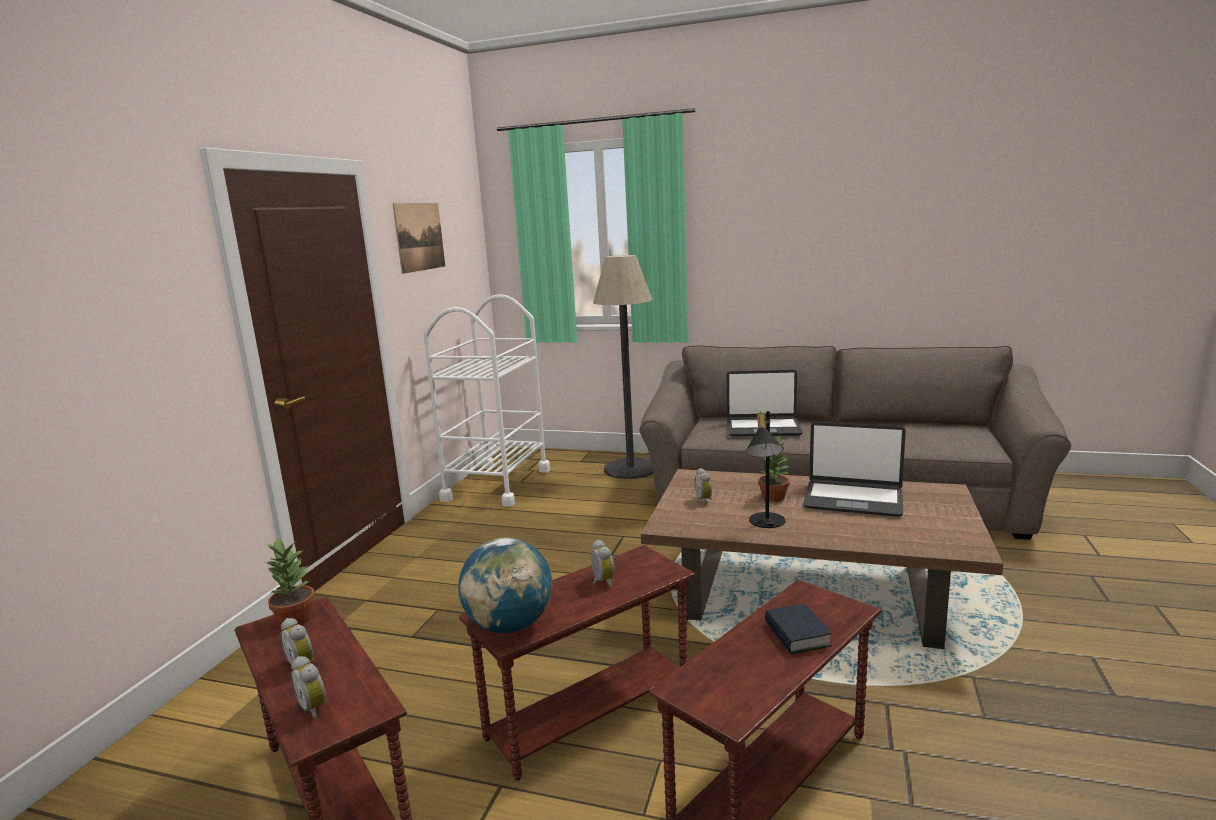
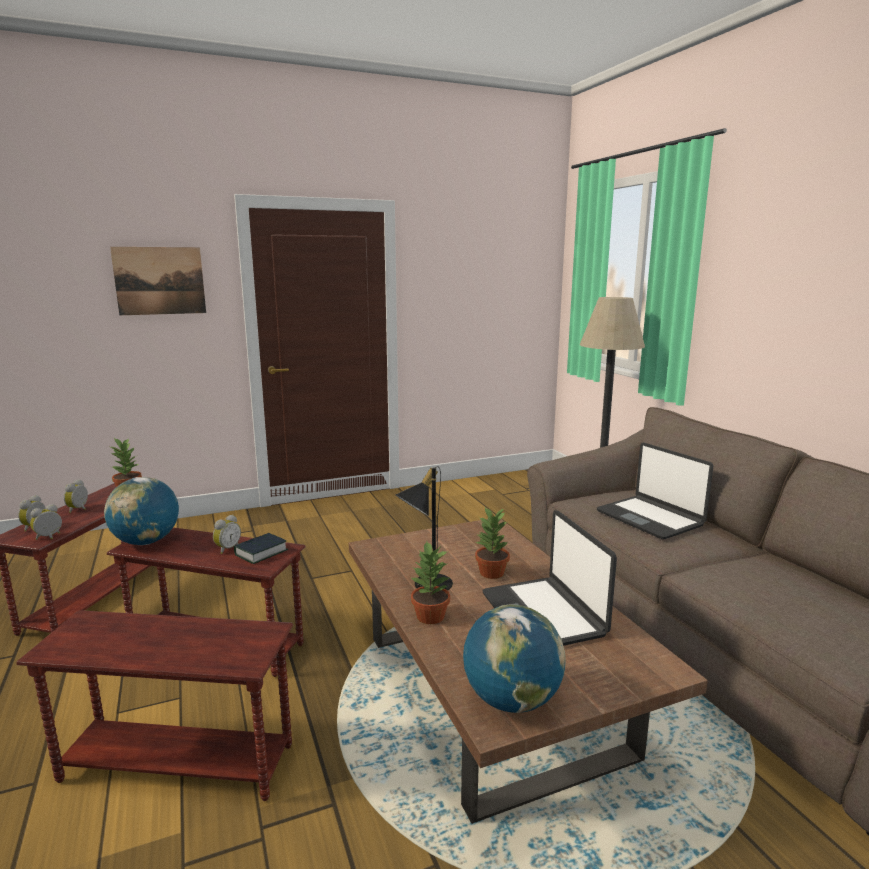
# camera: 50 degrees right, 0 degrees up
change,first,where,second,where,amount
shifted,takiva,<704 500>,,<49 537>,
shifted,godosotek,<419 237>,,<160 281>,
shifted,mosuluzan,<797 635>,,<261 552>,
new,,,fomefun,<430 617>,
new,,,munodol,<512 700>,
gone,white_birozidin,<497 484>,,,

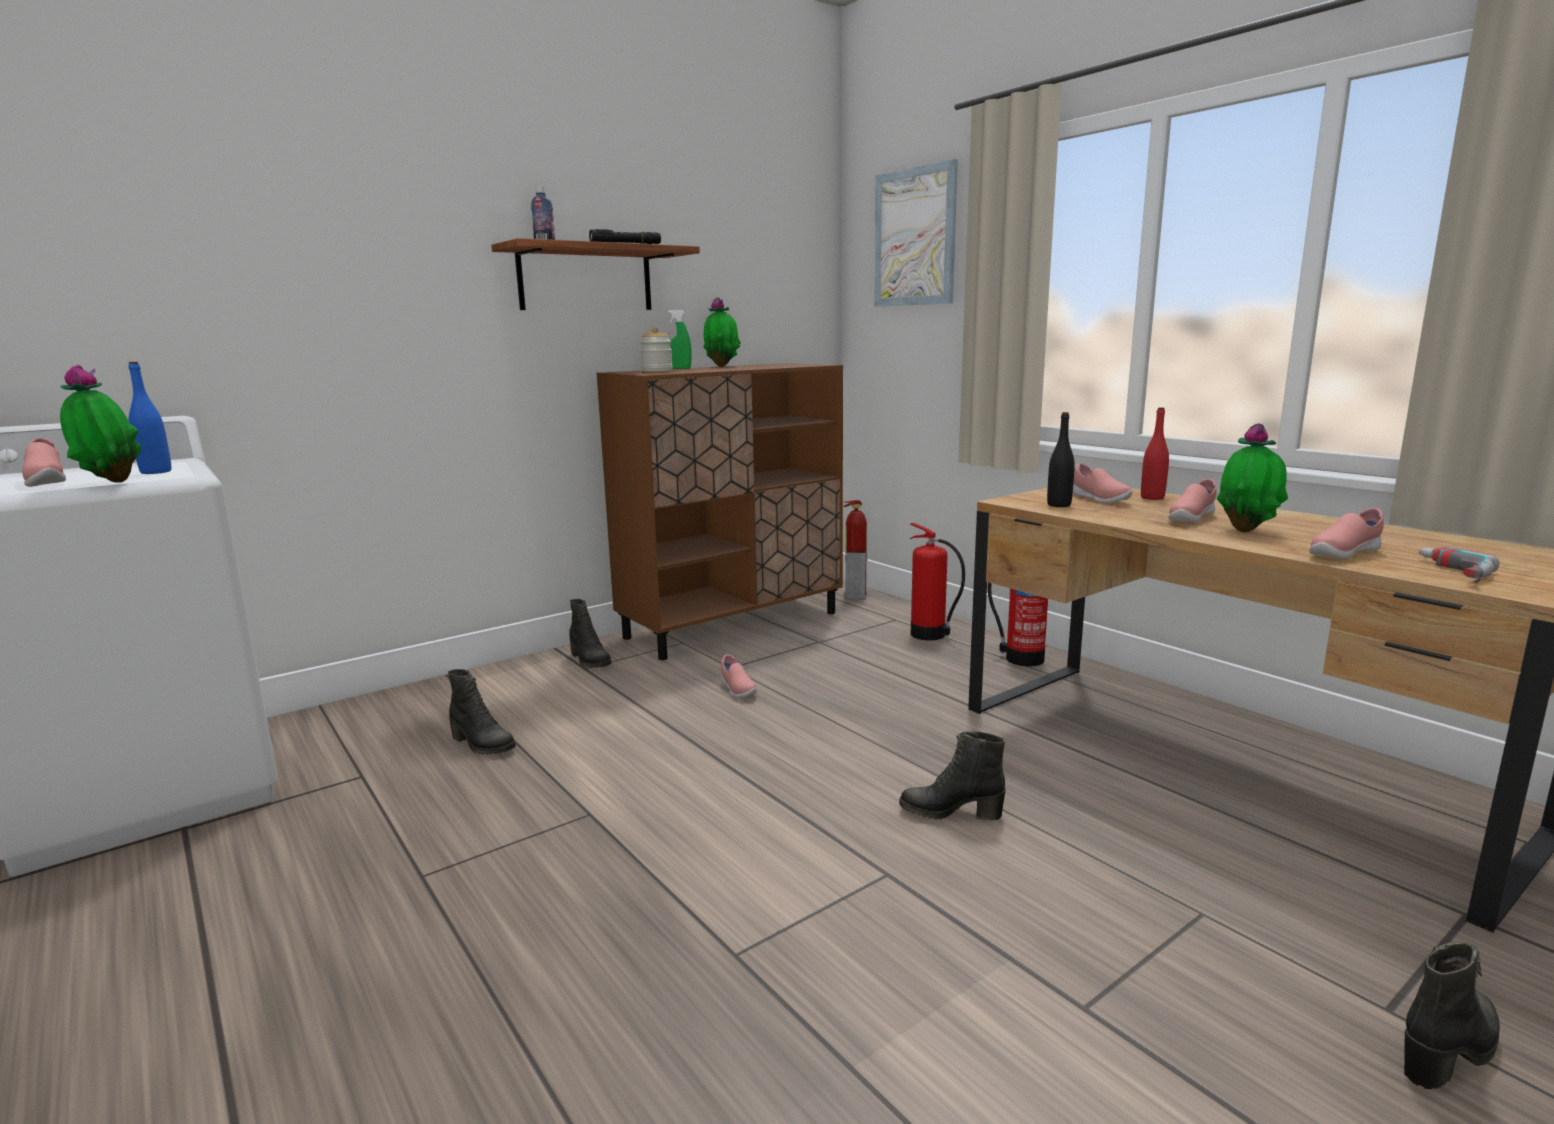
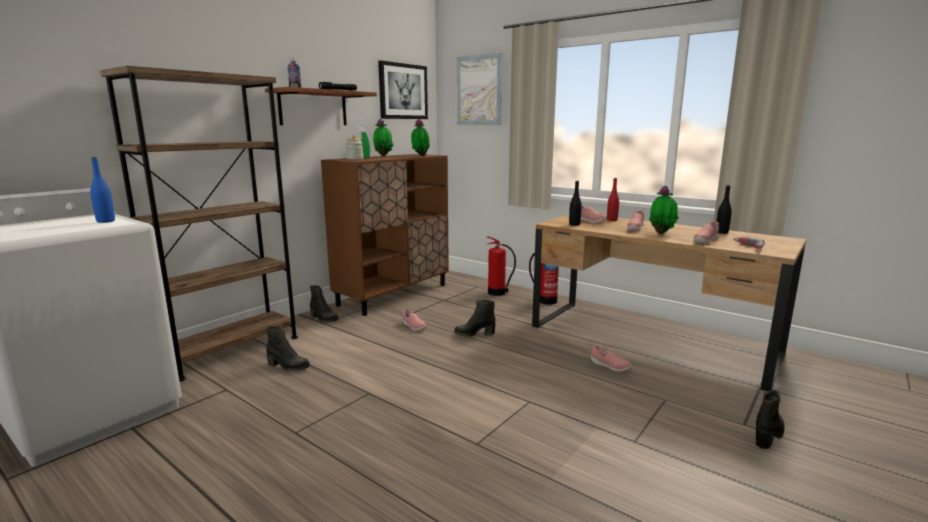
# camera: 15 degrees left, 0 degrees up
change,first,where,second,where,amount
new,,,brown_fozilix,<230 350>,
new,,,godosotek,<403 91>,
shifted,fomefun,<109 483>,,<420 156>,
shifted,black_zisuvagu,<950 812>,,<474 333>,
shifted,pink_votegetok,<46 482>,,<609 366>,
new,,,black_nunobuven,<721 232>,
gone,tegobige,<855 595>,,,

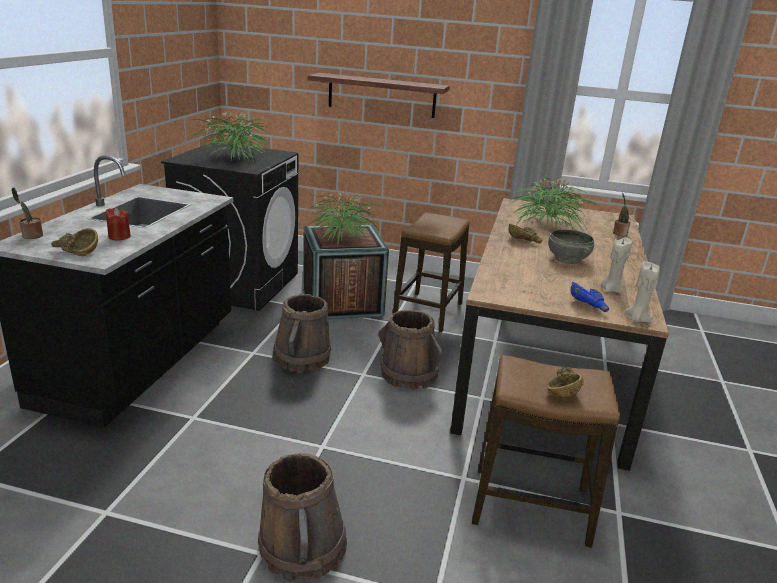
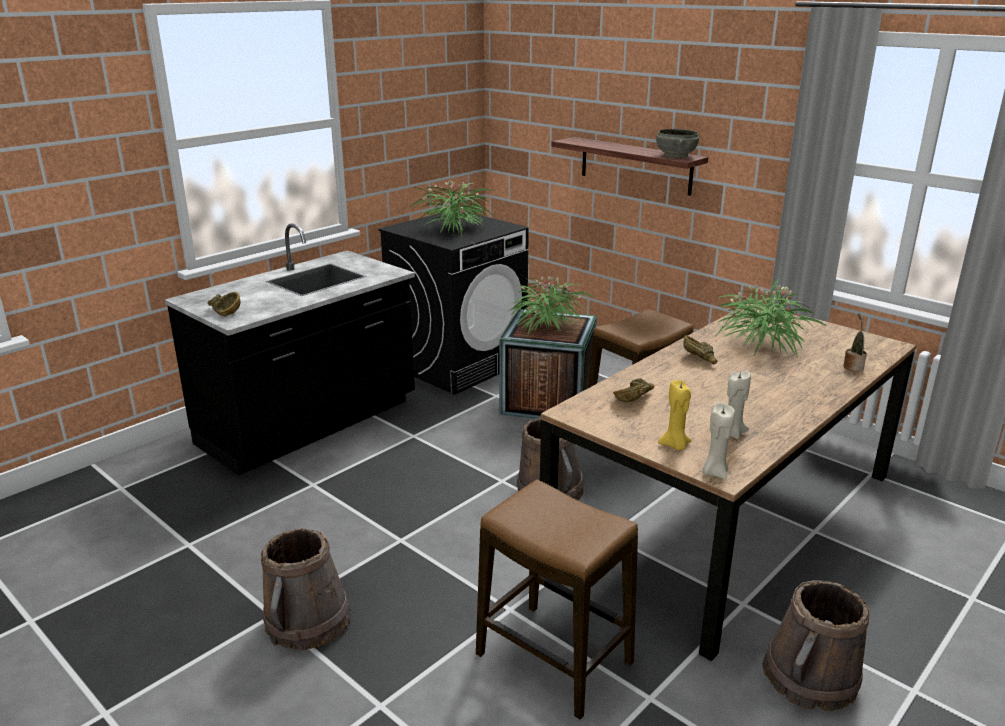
# camera: 30 degrees right, 0 degrees up
change,first,where,second,where,amount
shifted,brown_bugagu,<562 389>,,<634 398>,
shifted,grey_bugagu,<567 259>,,<675 156>,
swapped,blue_bugagu,<589 305>,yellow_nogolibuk,<675 445>,
shifted,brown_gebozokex,<302 358>,,<810 678>,
gone,fomefun,<31 236>,,,
gone,red_nogolibuk,<119 237>,,,

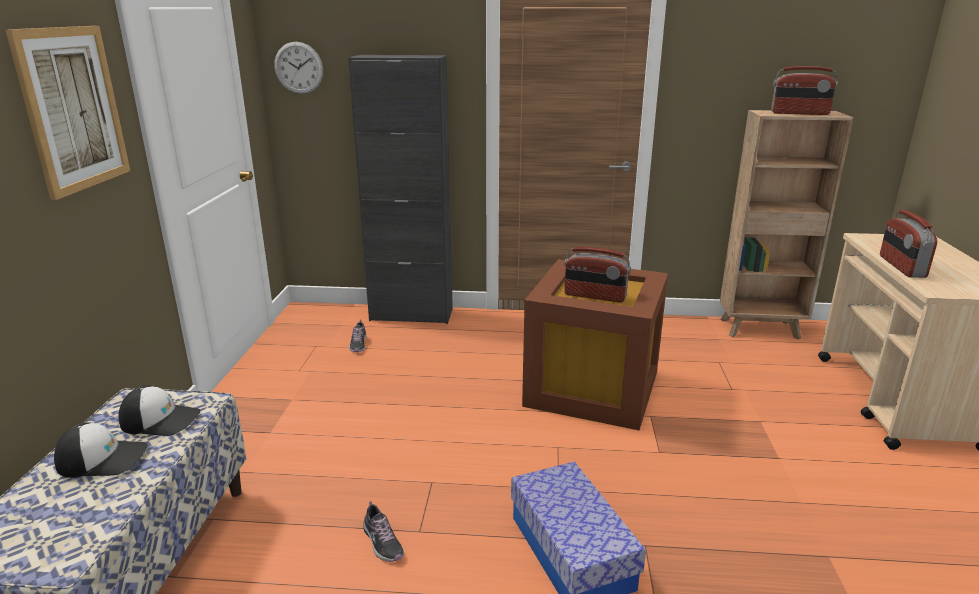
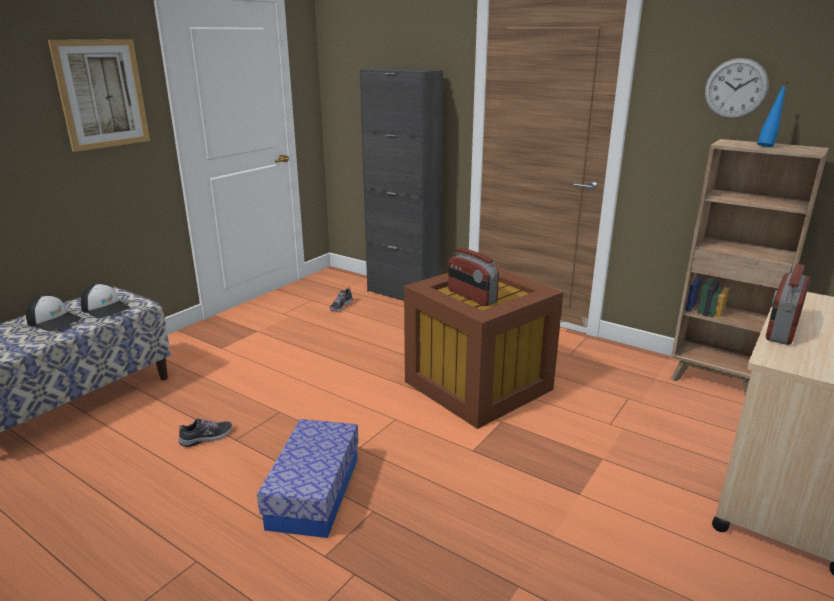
# camera: 30 degrees right, 0 degrees up
change,first,where,second,where,amount
rotated,votegetok,<382 542>,,<206 437>,120 degrees counterclockwise
shifted,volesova,<298 68>,,<735 89>,
swapped,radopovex,<799 113>,blue_nunobuven,<767 146>,

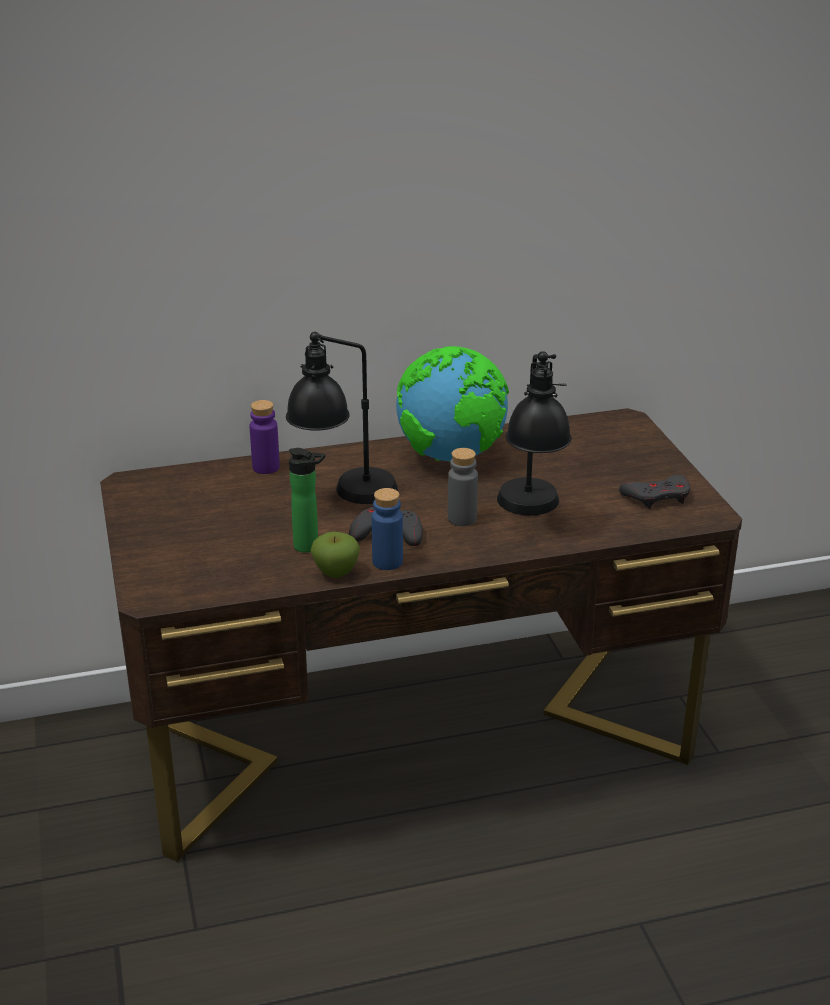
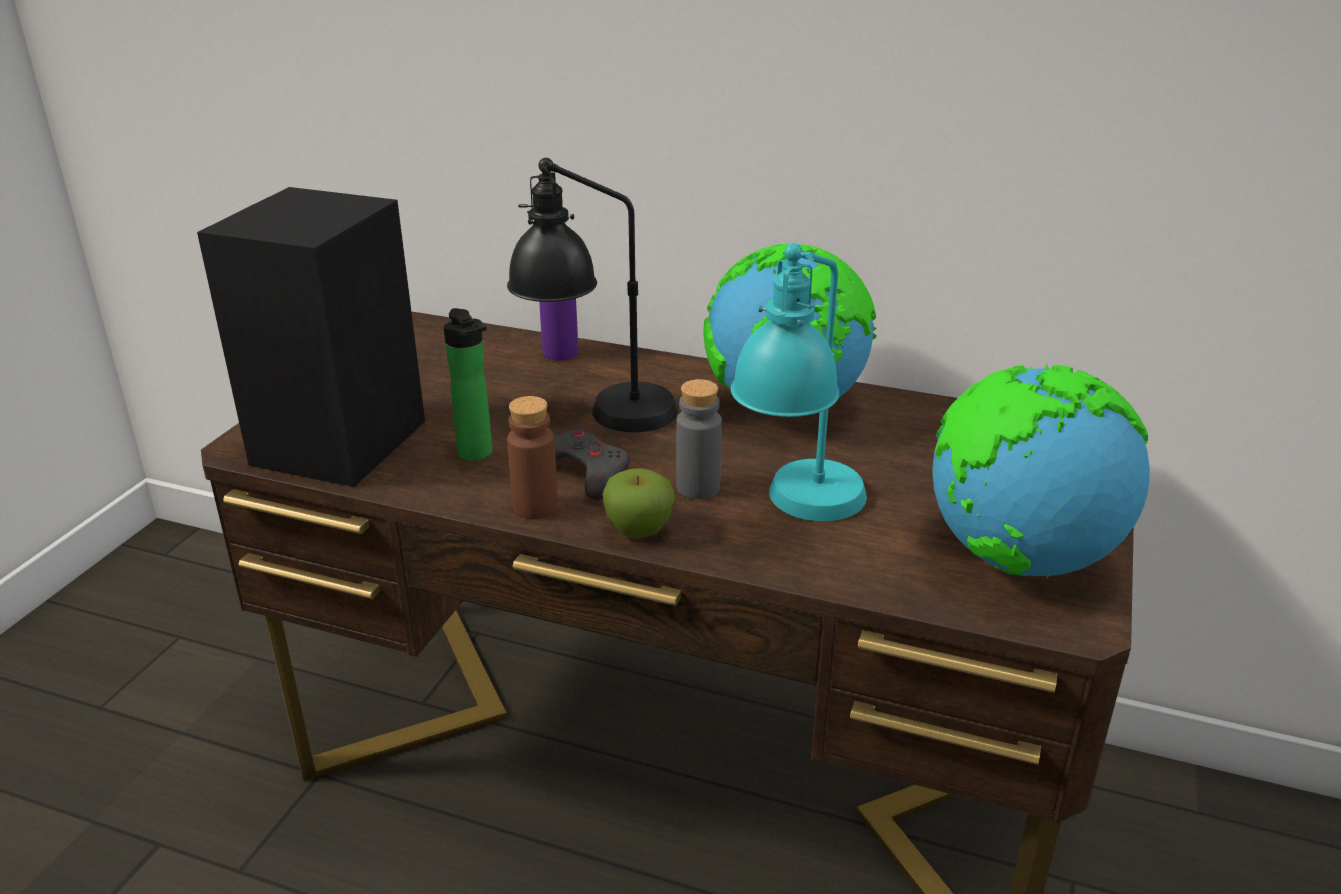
# camera: 35 degrees right, 0 degrees up
change,first,where,second,where,amount
new,,,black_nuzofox,<342 440>,
repainted,blue_nunobuven,<387 562>,brown_nunobuven,<535 506>,
shifted,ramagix,<336 573>,,<639 531>,
repainted,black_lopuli,<532 513>,turquoise_lopuli,<798 515>,
swapped,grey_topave,<657 497>,munodol,<1017 559>,

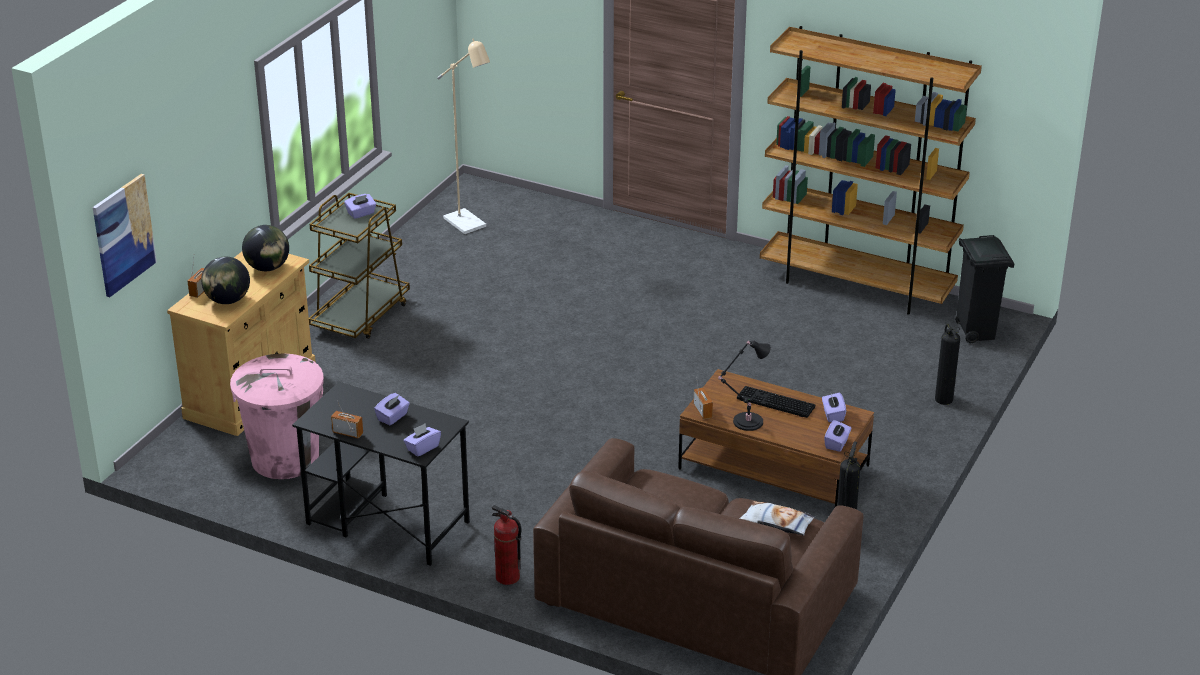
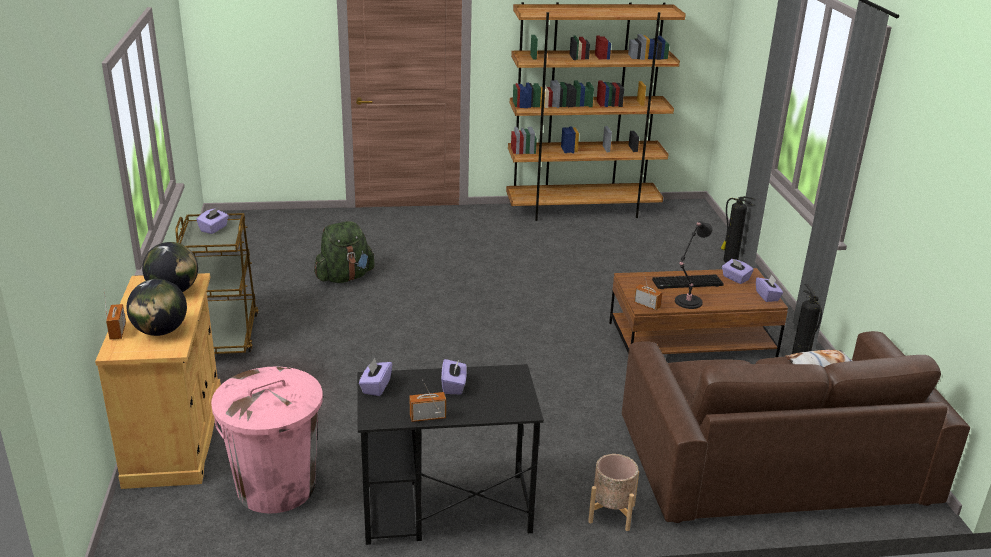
# camera: 35 degrees left, 5 degrees down
change,first,where,second,where,amount
new,,,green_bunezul,<345 277>,
shifted,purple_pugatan,<422 448>,,<376 387>,
swapped,tegobige,<507 577>,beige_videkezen,<612 513>,
gone,godosotek,<123 234>,,,
gone,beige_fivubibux,<469 225>,,,
gone,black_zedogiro,<975 332>,,,

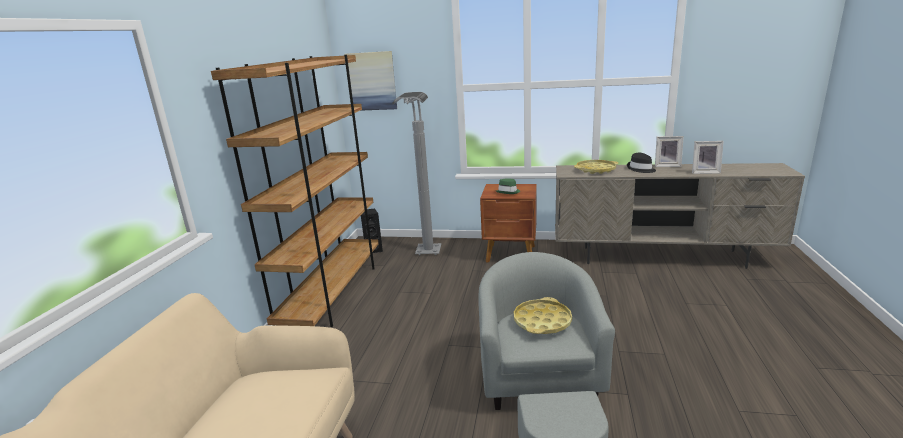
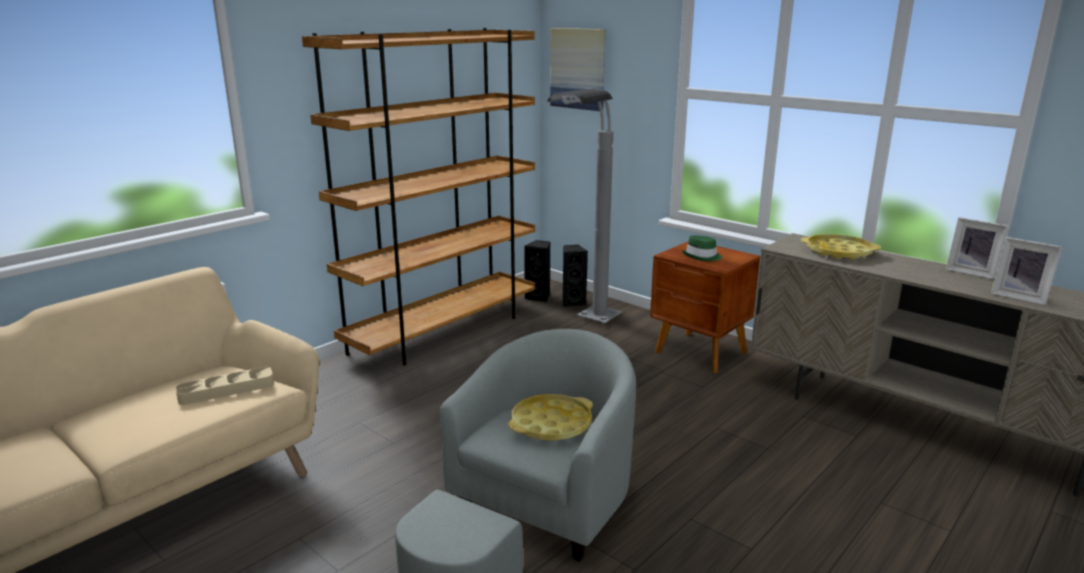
# camera: 30 degrees right, 0 degrees up
change,first,where,second,where,amount
new,,,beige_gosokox,<226 390>,
new,,,black_nuzofox,<572 302>,
gone,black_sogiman,<641 169>,,,

